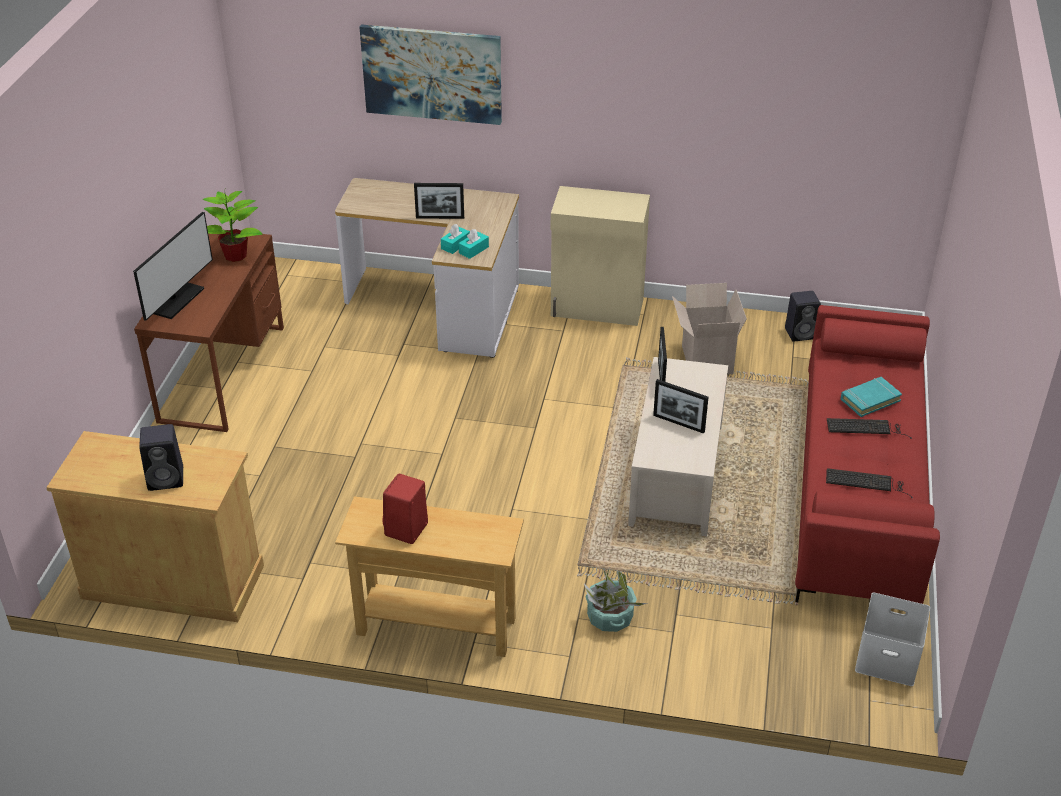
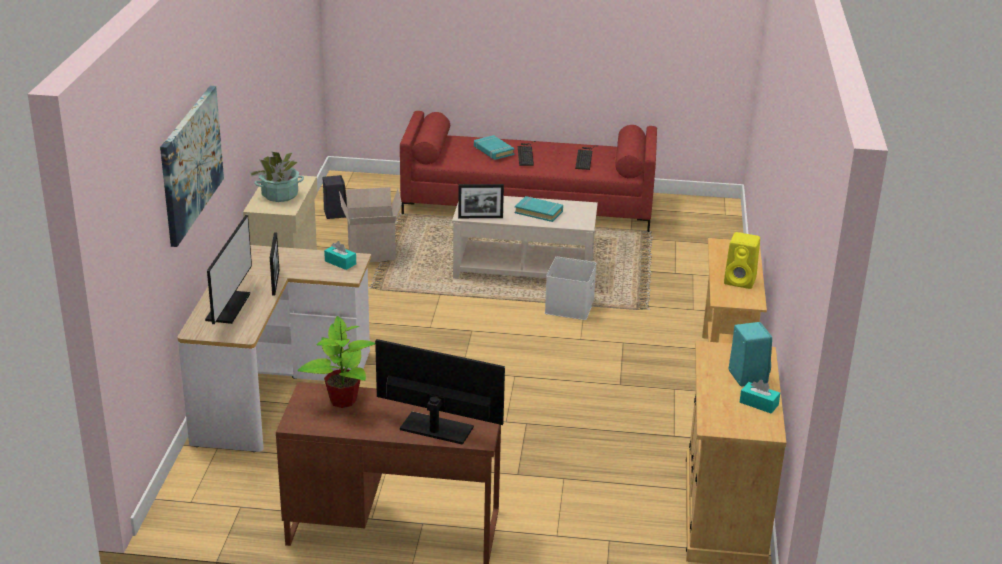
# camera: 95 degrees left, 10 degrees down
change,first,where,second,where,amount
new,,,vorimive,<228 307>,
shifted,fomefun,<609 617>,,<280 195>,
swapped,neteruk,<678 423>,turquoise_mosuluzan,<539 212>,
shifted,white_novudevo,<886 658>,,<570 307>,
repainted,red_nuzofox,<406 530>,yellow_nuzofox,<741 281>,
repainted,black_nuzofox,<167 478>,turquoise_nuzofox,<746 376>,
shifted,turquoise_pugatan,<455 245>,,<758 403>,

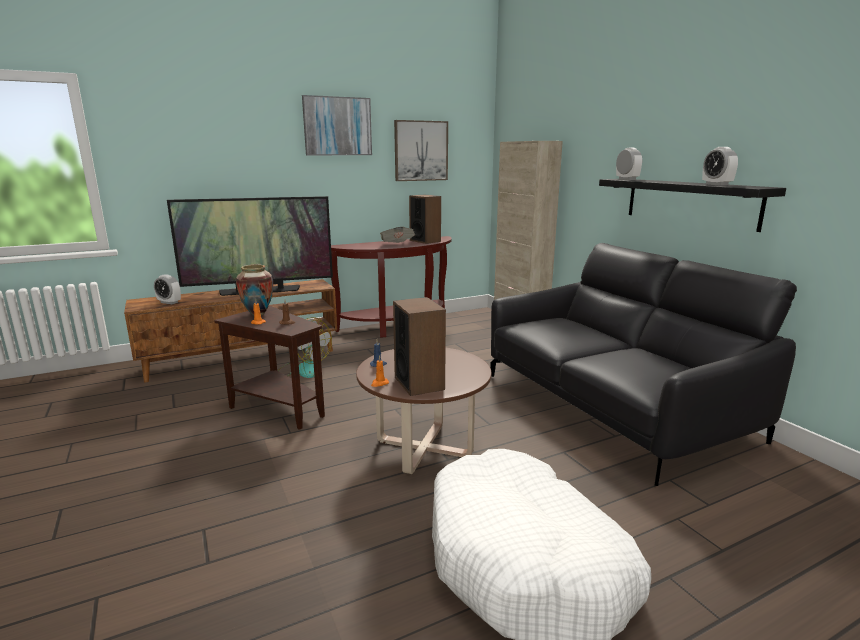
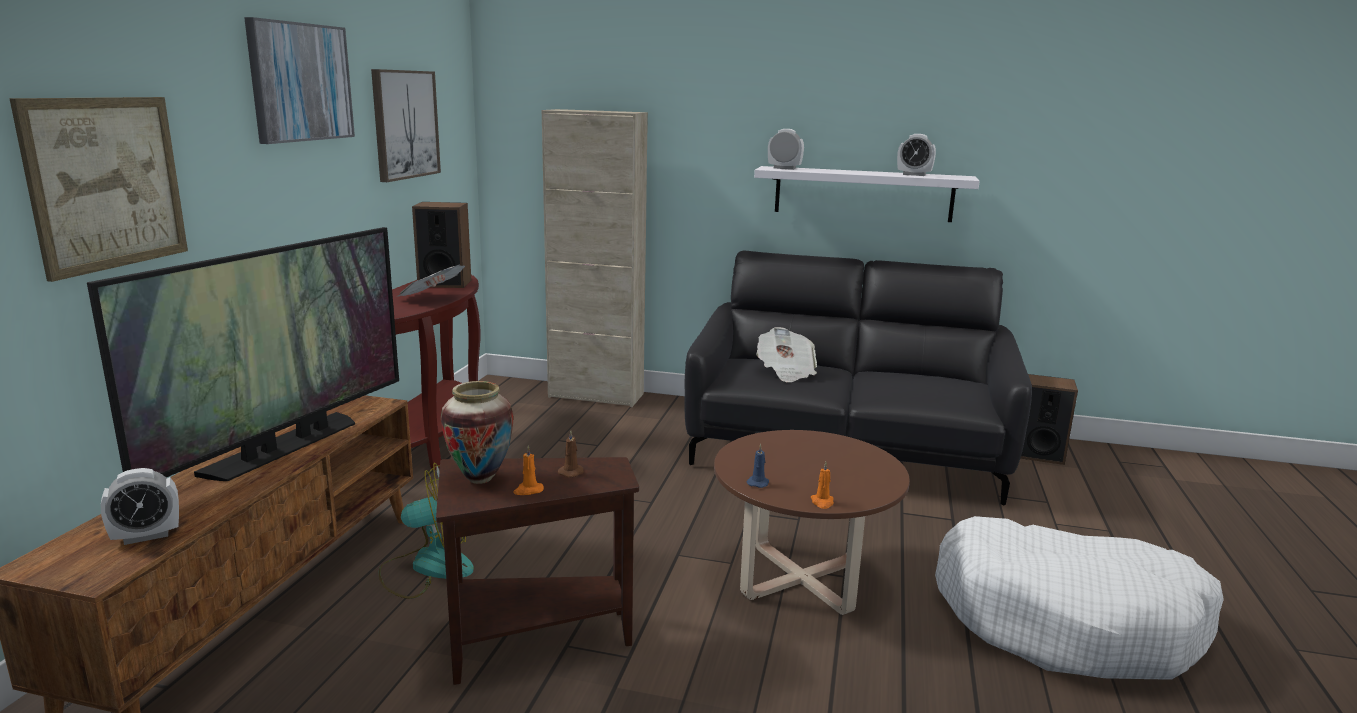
# camera: 50 degrees left, 0 degrees up
change,first,where,second,where,amount
new,,,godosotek,<106 183>,
repainted,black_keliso,<690 202>,white_keliso,<863 194>,
new,,,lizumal,<786 371>,
shifted,nuzofox,<419 383>,,<1038 454>,

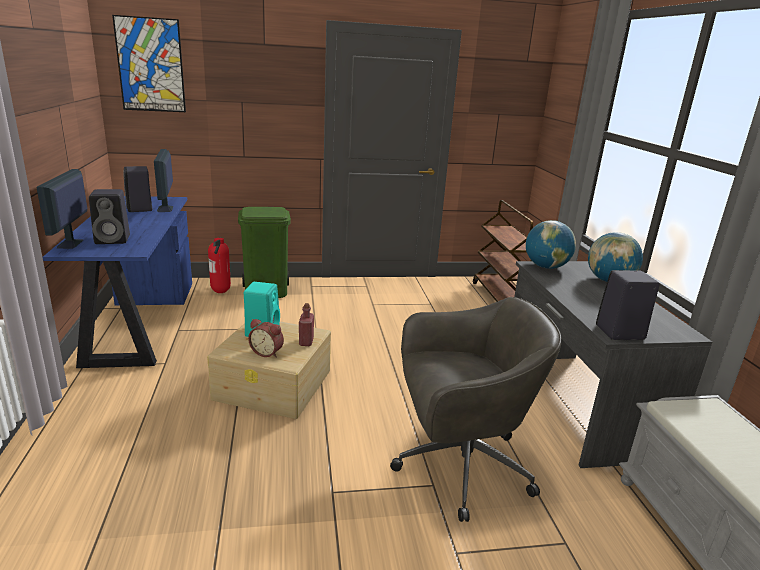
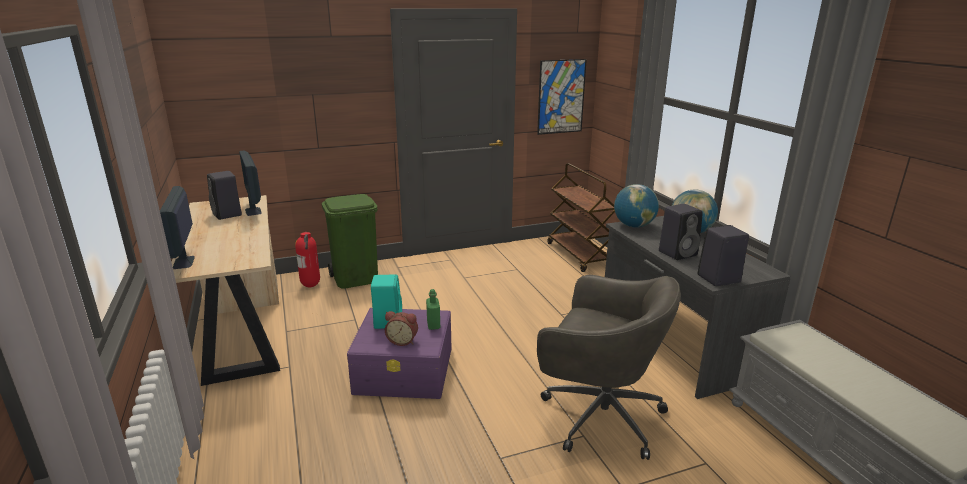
# camera: 10 degrees left, 0 degrees up
change,first,where,second,where,amount
repainted,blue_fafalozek,<139 321>,beige_fafalozek,<242 327>,
repainted,beige_novudevo,<274 384>,purple_novudevo,<405 370>,
repainted,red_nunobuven,<306 342>,green_nunobuven,<433 325>,
shifted,godosotek,<150 65>,,<561 97>,
rotated,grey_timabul,<458 466>,,<598 415>,45 degrees clockwise
shifted,black_nuzofox,<114 240>,,<678 253>,

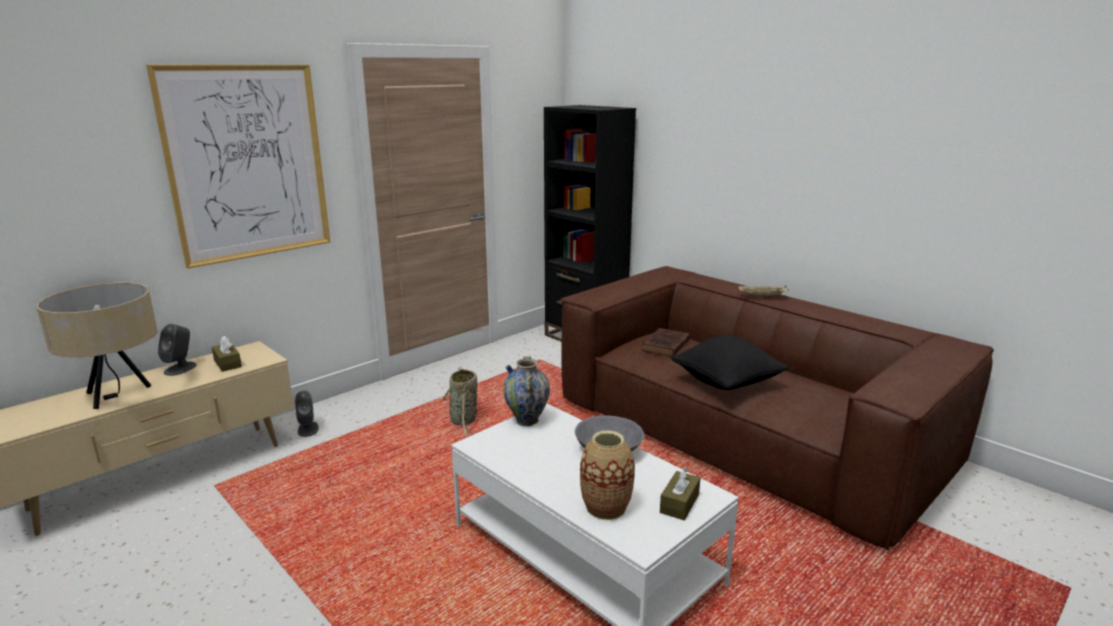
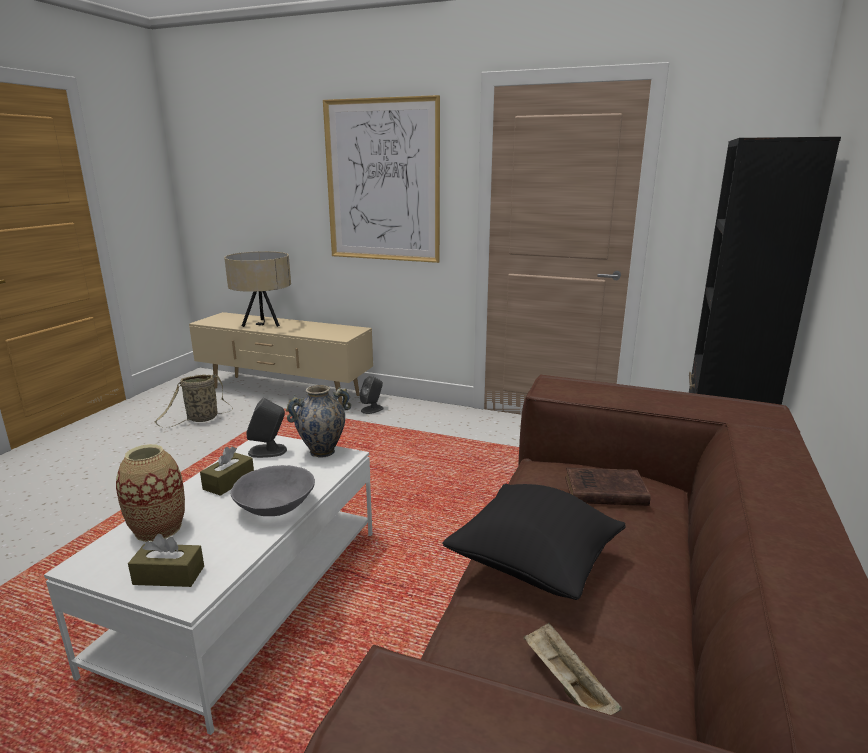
# camera: 65 degrees right, 0 degrees up
change,first,where,second,where,amount
shifted,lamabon,<464 421>,,<200 419>,
shifted,brown_pugatan,<227 363>,,<229 482>,
shifted,grey_nuzofox,<180 368>,,<268 451>,
shifted,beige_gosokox,<762 297>,,<565 684>,

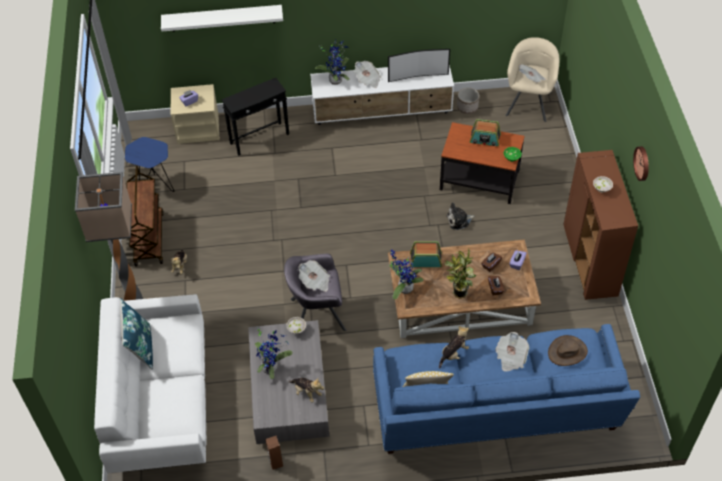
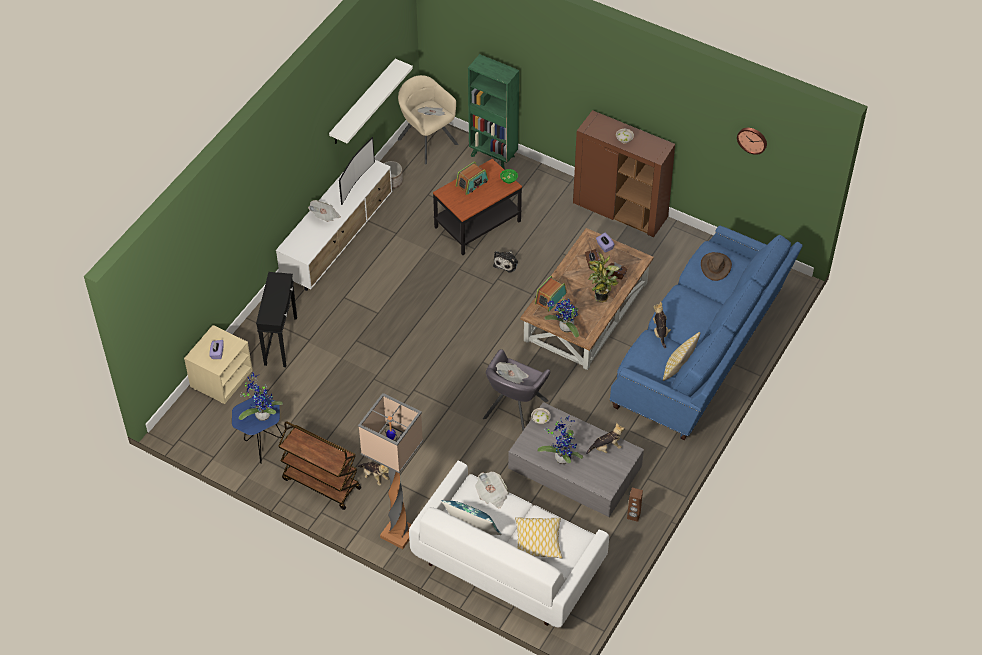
# camera: 55 degrees left, 0 degrees up
change,first,where,second,where,amount
shifted,fomefun,<336 79>,,<261 414>,
shifted,white_keliso,<222 18>,,<363 103>,
new,,,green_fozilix,<493 156>,
shifted,lizumal,<510 357>,,<492 495>,
new,,,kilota,<538 541>,
shifted,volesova,<643 163>,,<752 139>,

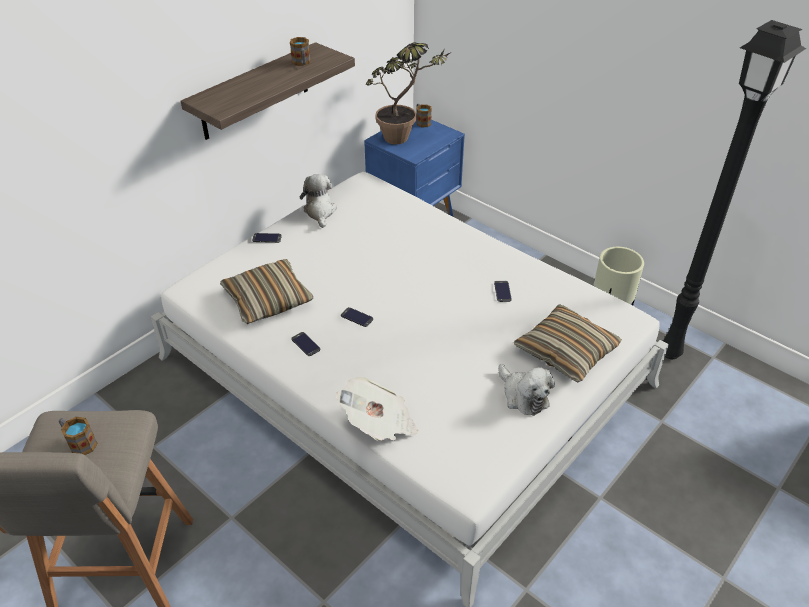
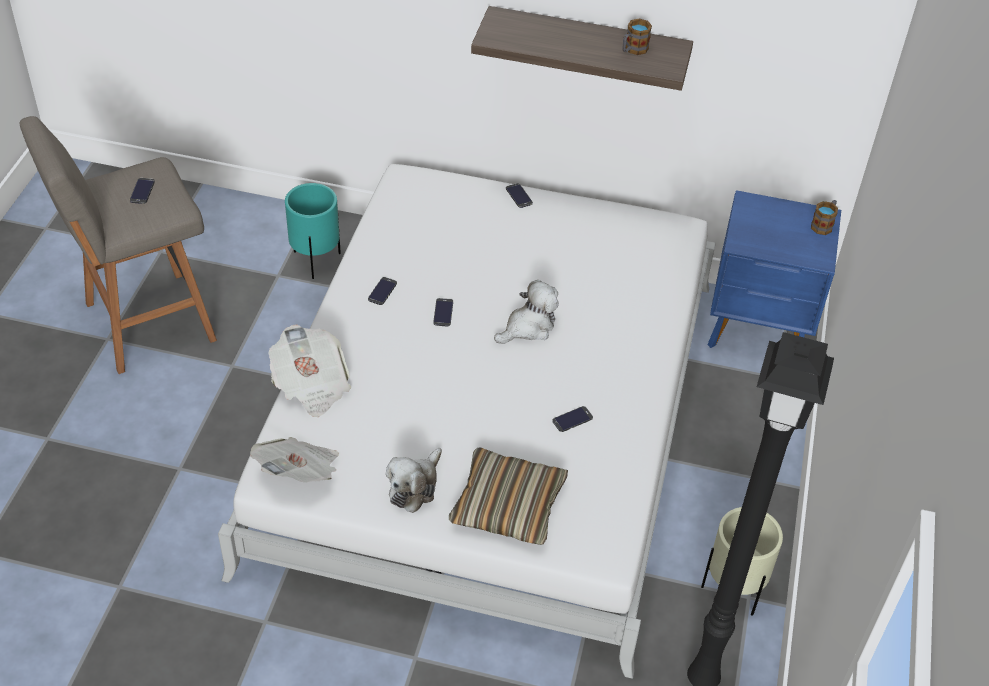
# camera: 60 degrees right, 5 degrees up
change,first,where,second,where,amount
swapped,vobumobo,<79 443>,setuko,<142 191>,
new,,,lizumal,<300 473>,
new,,,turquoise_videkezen,<316 261>,
shifted,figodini,<320 211>,,<528 327>,
gone,kilota,<268 299>,,,
gone,fomefun,<404 140>,,,

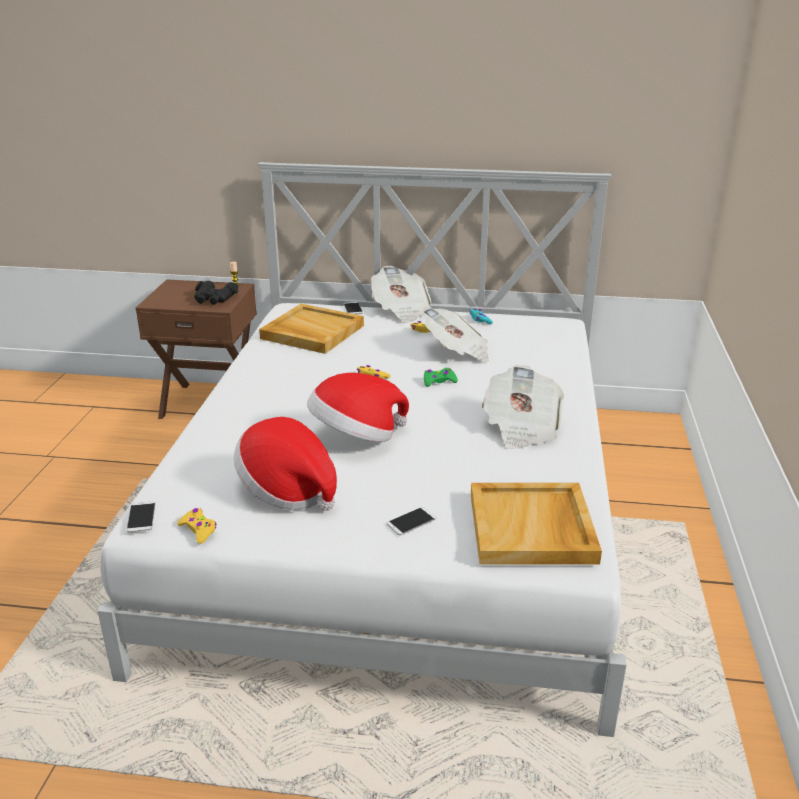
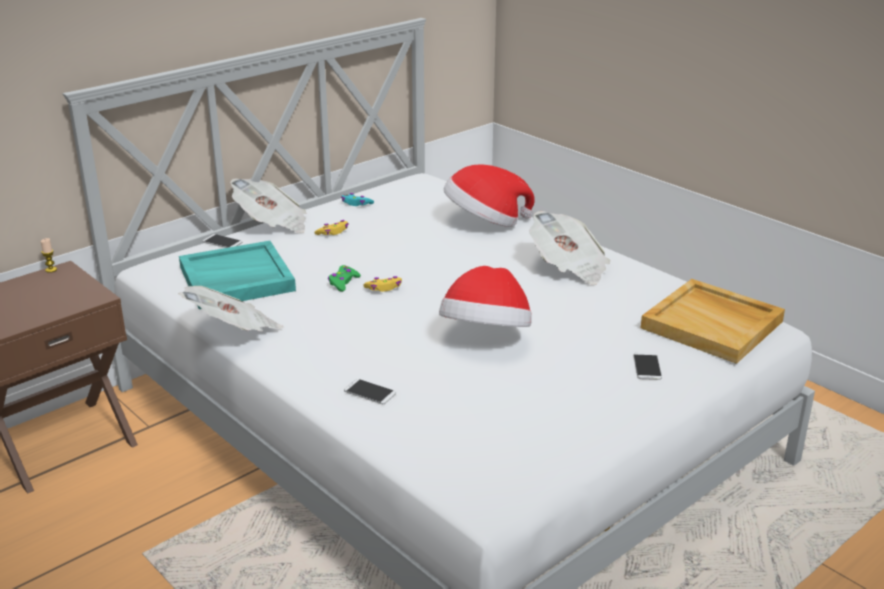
# camera: 50 degrees left, 0 degrees up
change,first,where,second,where,amount
shifted,lizumal,<457 351>,,<234 331>,
repainted,beige_gosokox,<311 332>,turquoise_gosokox,<236 279>,
shifted,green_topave,<439 381>,,<343 282>,
shifted,setuko,<141 517>,,<370 392>,
shifted,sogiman,<287 490>,,<485 222>,
gone,yellow_topave,<198 530>,,,
gone,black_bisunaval,<214 299>,,,

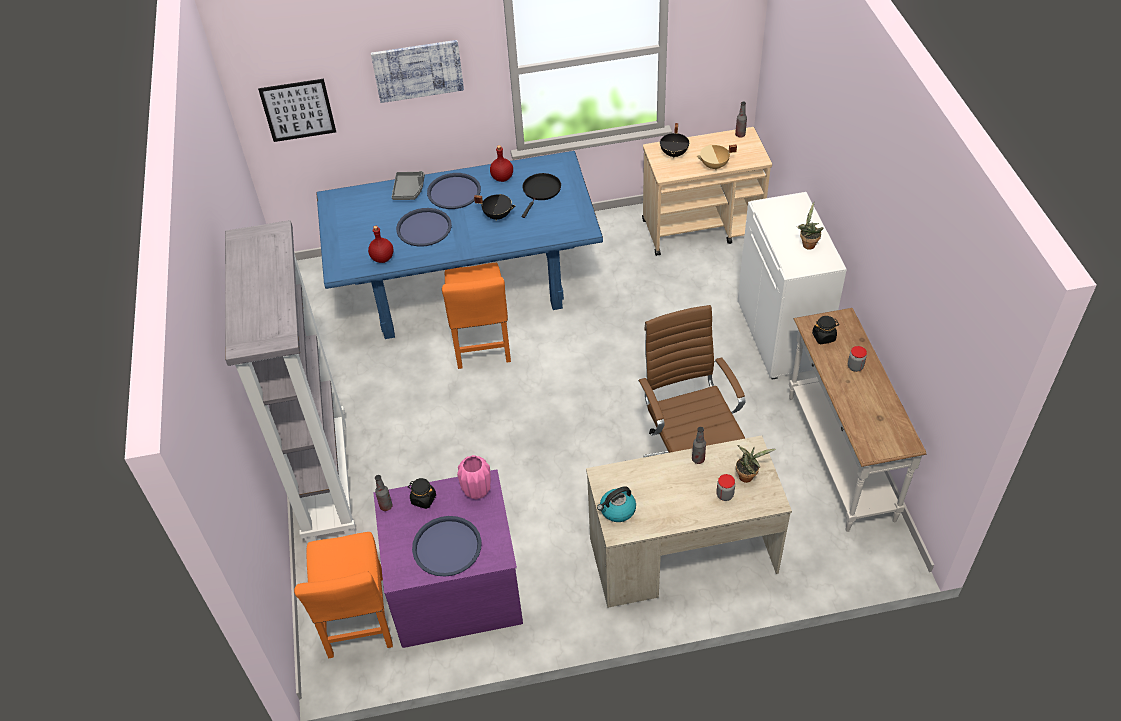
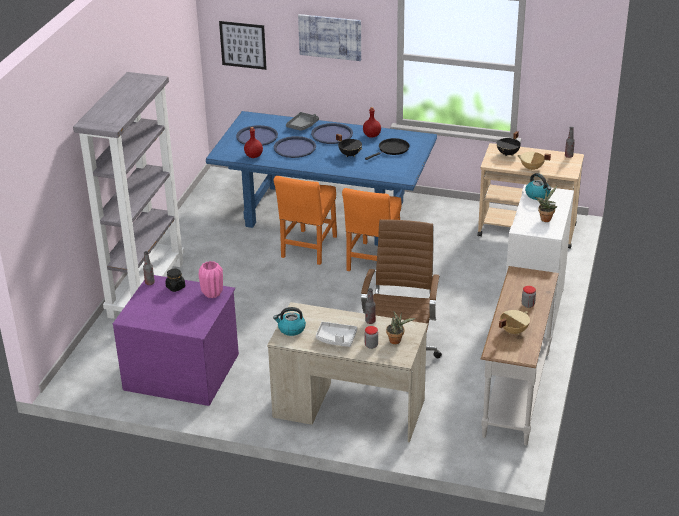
# camera: 25 degrees right, 15 degrees down
change,first,where,second,where,amount
shifted,blue_gosokox,<447 547>,,<257 136>,
new,,,grey_gosokox,<336 339>,
shifted,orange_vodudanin,<358 621>,,<373 261>,
new,,,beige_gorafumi,<513 331>,
new,,,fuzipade,<538 195>,
gone,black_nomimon,<824 337>,,,

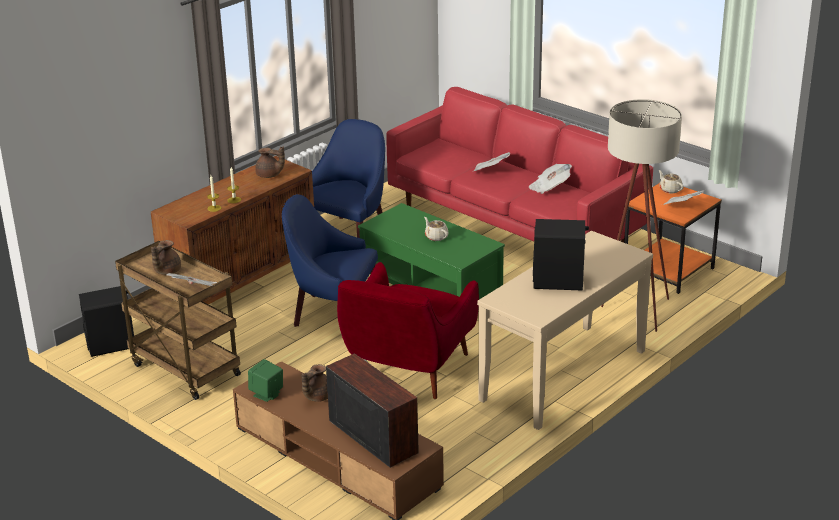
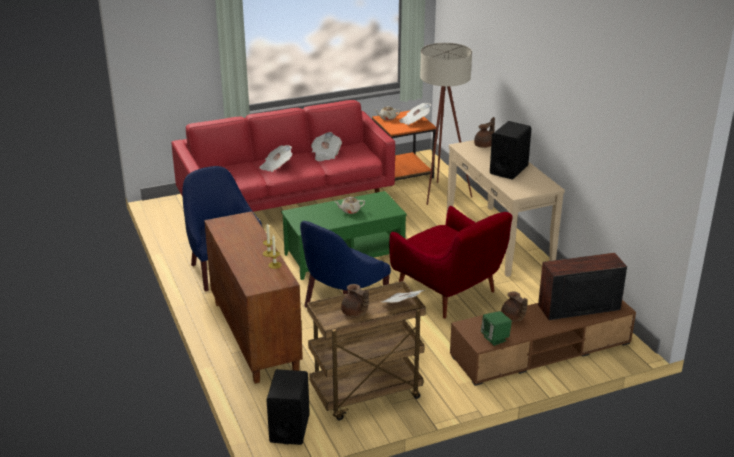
# camera: 65 degrees left, 0 degrees up
change,first,where,second,where,amount
shifted,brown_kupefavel,<269 175>,,<484 145>,

